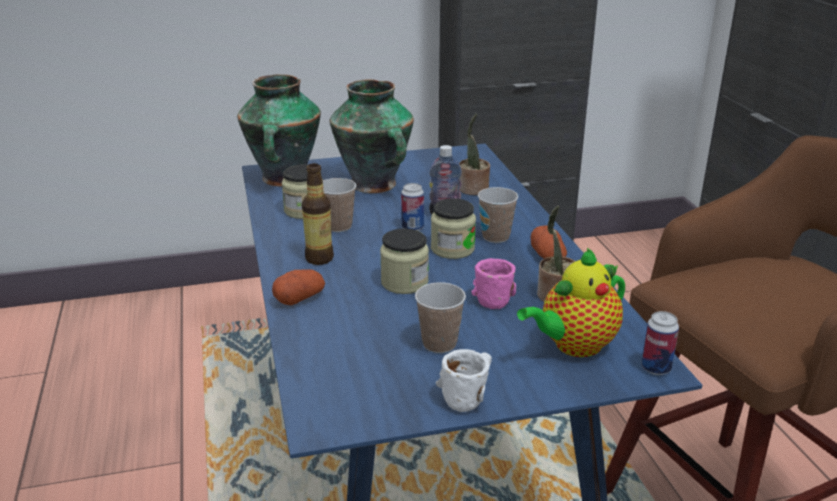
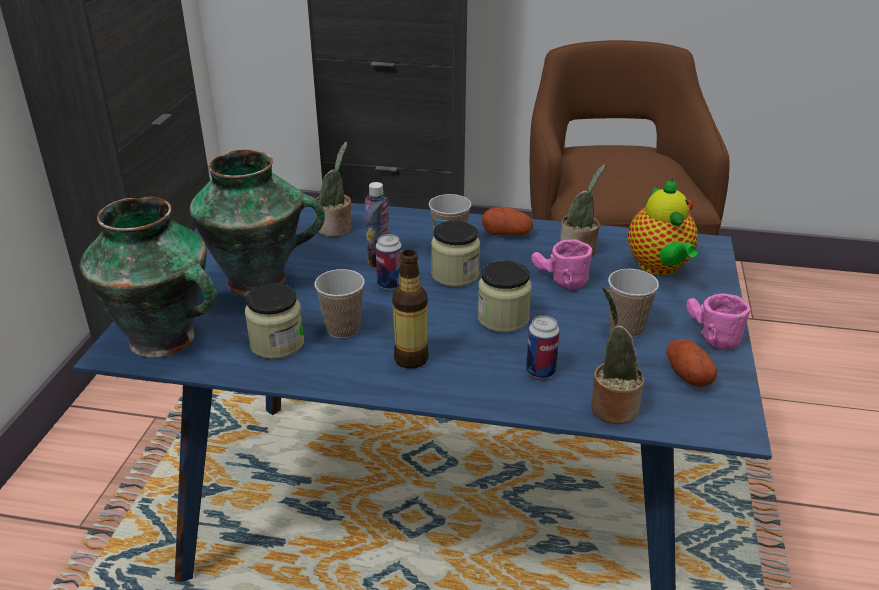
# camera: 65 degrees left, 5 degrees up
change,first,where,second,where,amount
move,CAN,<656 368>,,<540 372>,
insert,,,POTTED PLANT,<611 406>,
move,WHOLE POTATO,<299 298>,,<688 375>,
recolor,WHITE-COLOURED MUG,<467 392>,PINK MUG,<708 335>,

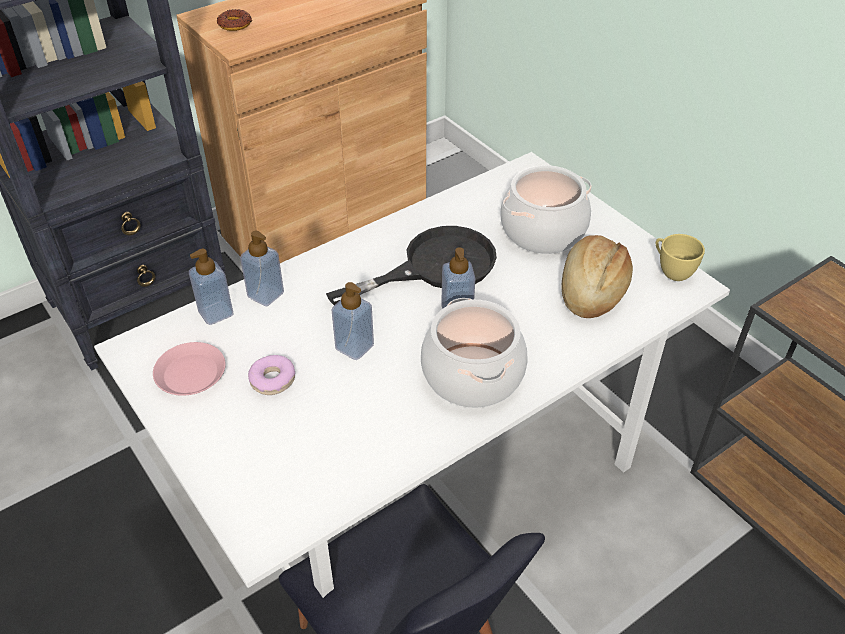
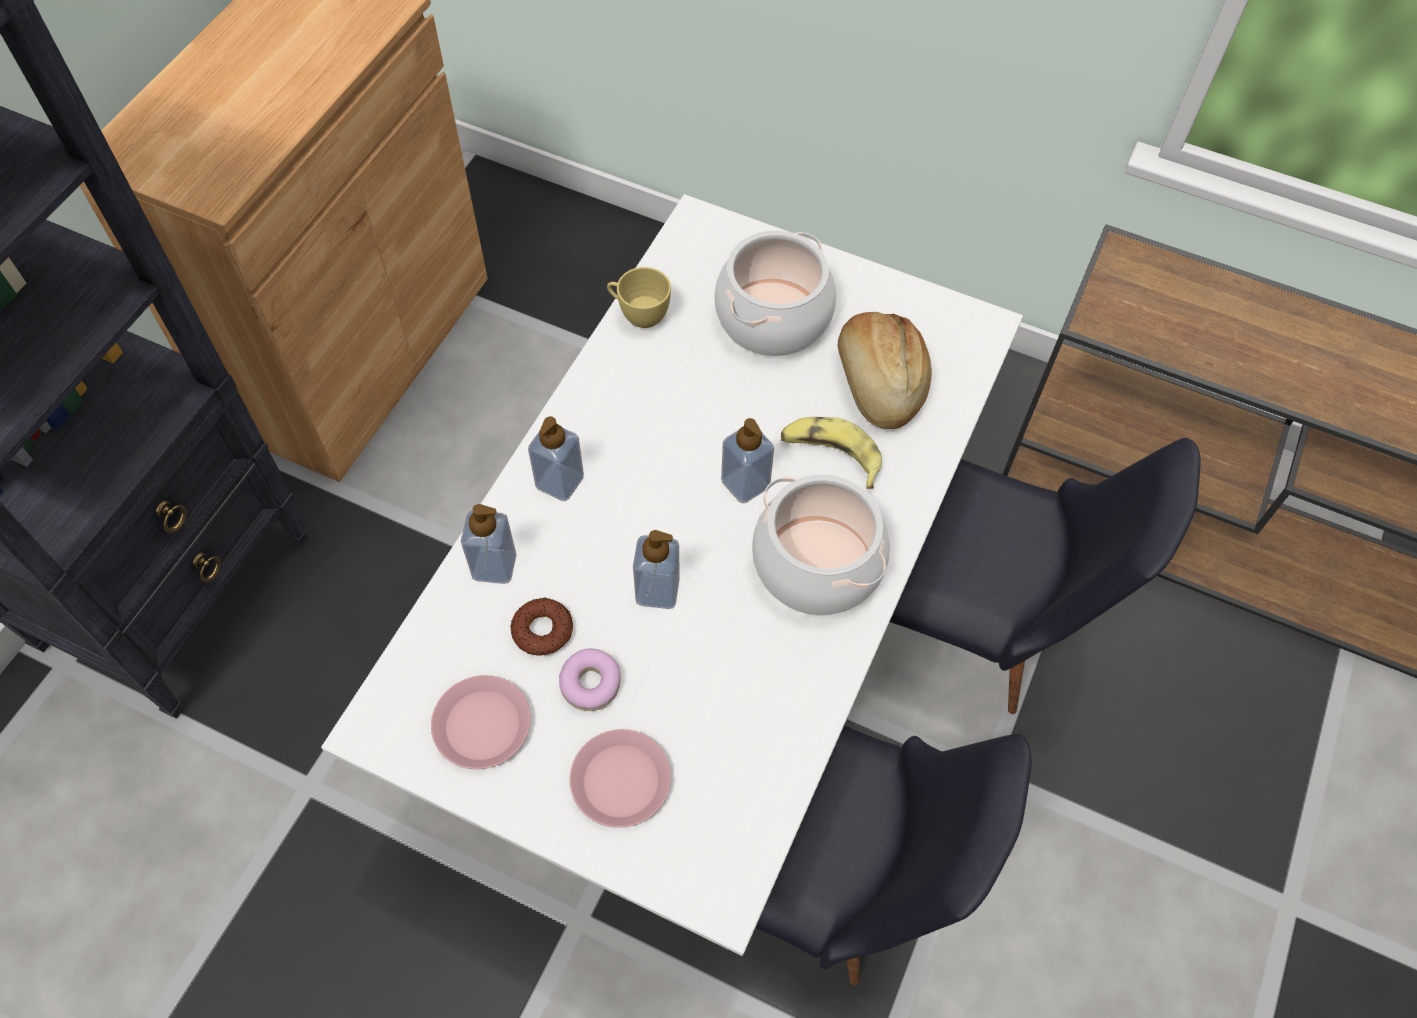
# camera: 30 degrees left, 15 degrees up
change,first,where,second,where,amount
move,RING DOUGHNUT,<235 24>,,<542 630>,
move,SOAP BOTTLE,<216 313>,,<560 482>,
insert,,,PINK PLATE,<621 781>,
move,YELLOW-COLOURED DRINKING CUP,<671 271>,,<638 314>,
insert,,,WHOLE BANANA,<830 455>,
insert,,,BLACK PLAIN CHAIR,<975 629>,
delete,BLACK SKILLET,<434 267>,,,

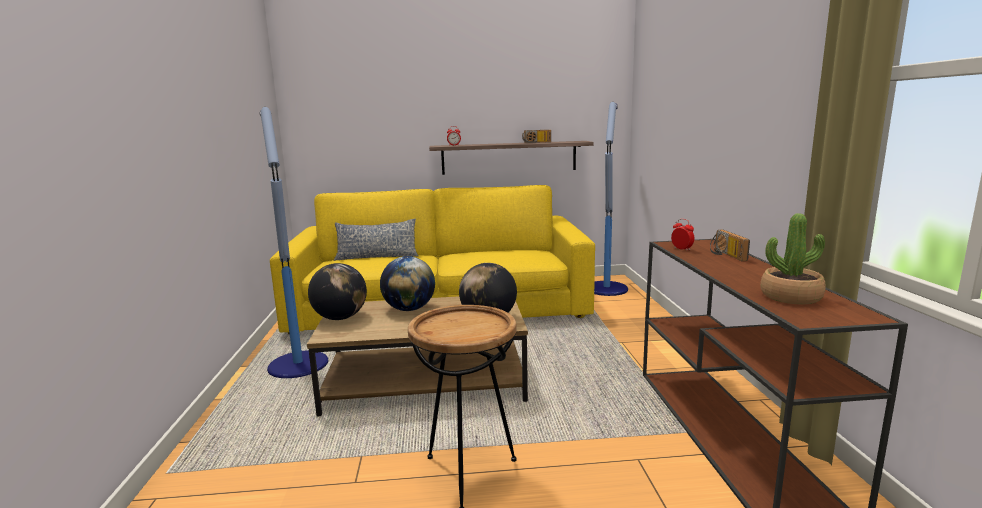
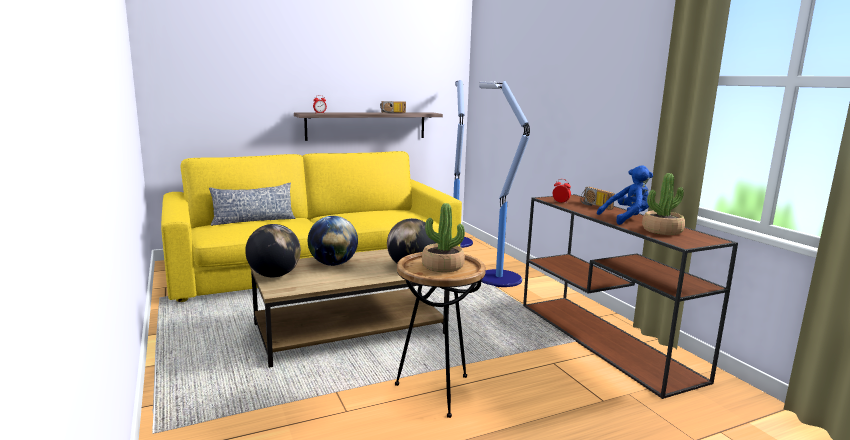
# camera: 20 degrees left, 0 degrees up
change,first,where,second,where,amount
insert,,,POTTED PLANT,<442 266>,
move,STANDARD LAMP,<298 364>,,<497 278>,
insert,,,BLUISH SOFT TOY,<627 219>,

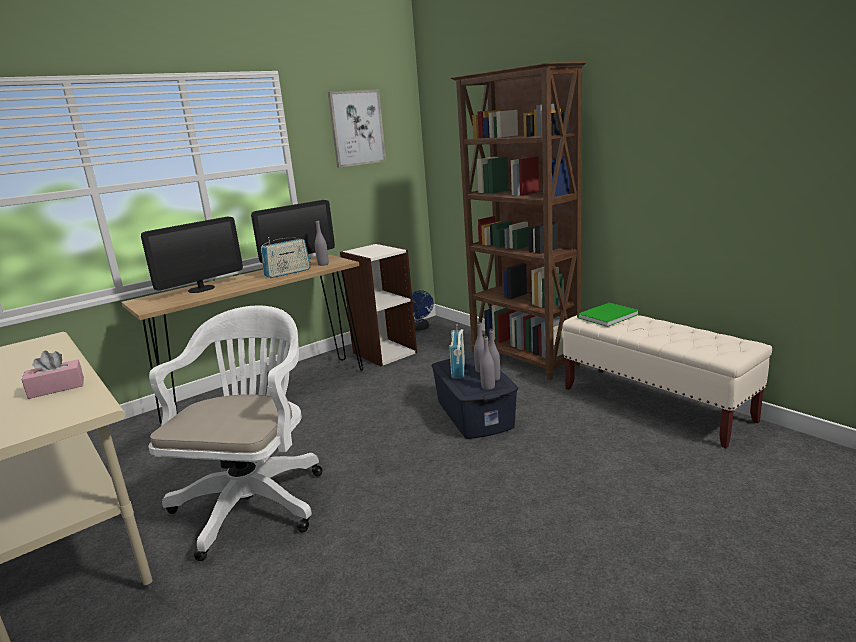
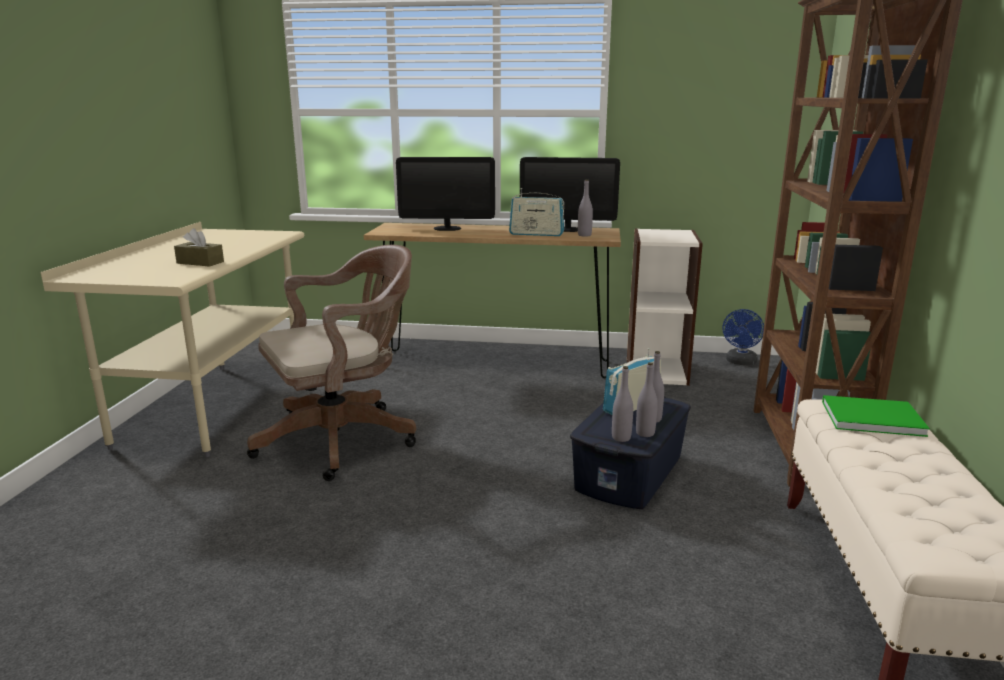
# camera: 45 degrees right, 0 degrees up
change,first,where,second,where,amount
recolor,PINK TISSUE BOX,<56 388>,BROWN TISSUE BOX,<200 262>,
recolor,WHITE-COLOURED COMPUTER CHAIR,<254 500>,BROWN COMPUTER CHAIR,<344 438>,
delete,WALL ART,<357 128>,,,

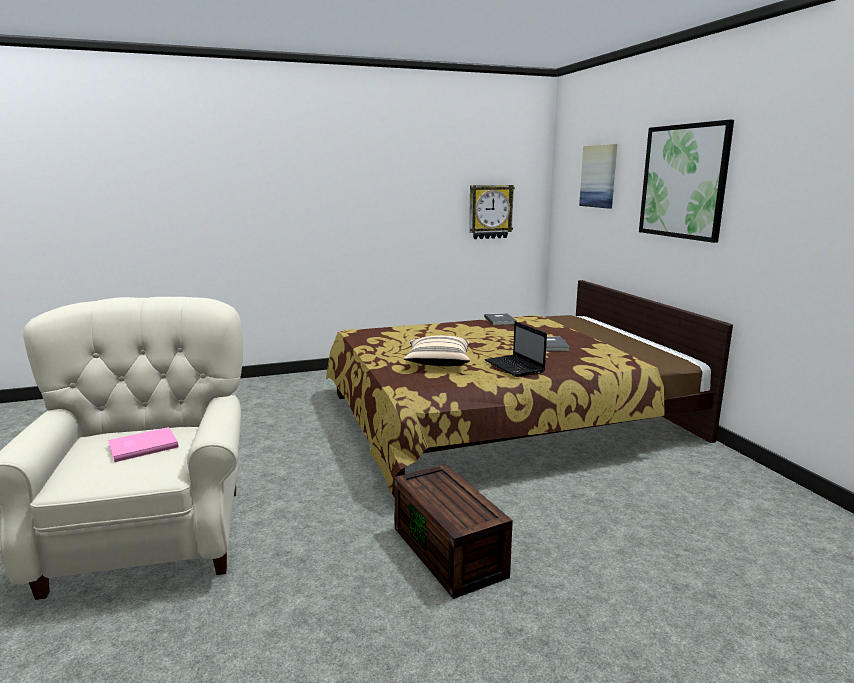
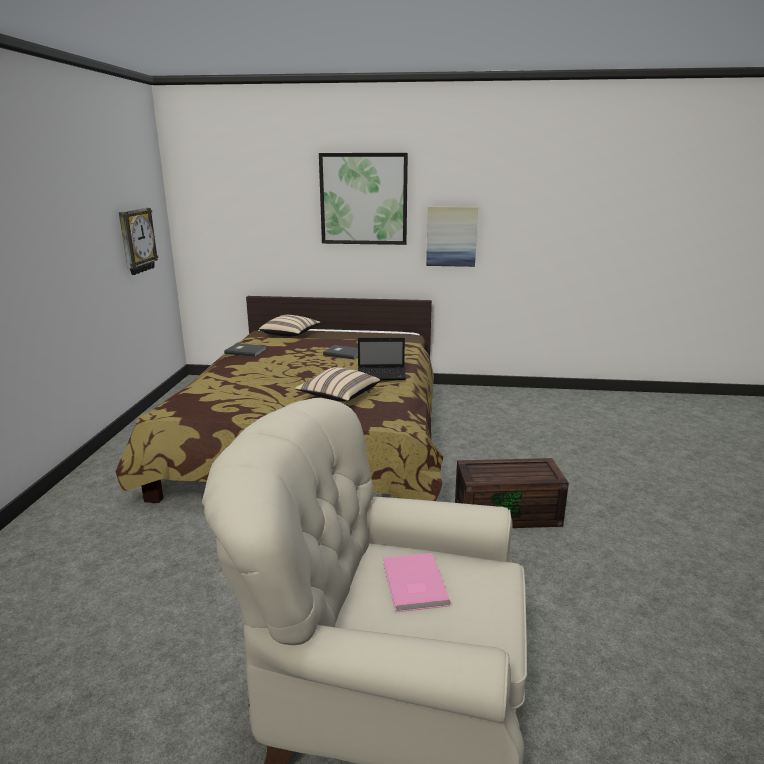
# camera: 65 degrees left, 5 degrees up
change,first,where,second,where,amount
insert,,,BEIGE-COLOURED CUSHION,<290 334>,
move,WALL ART,<599 176>,,<451 236>,

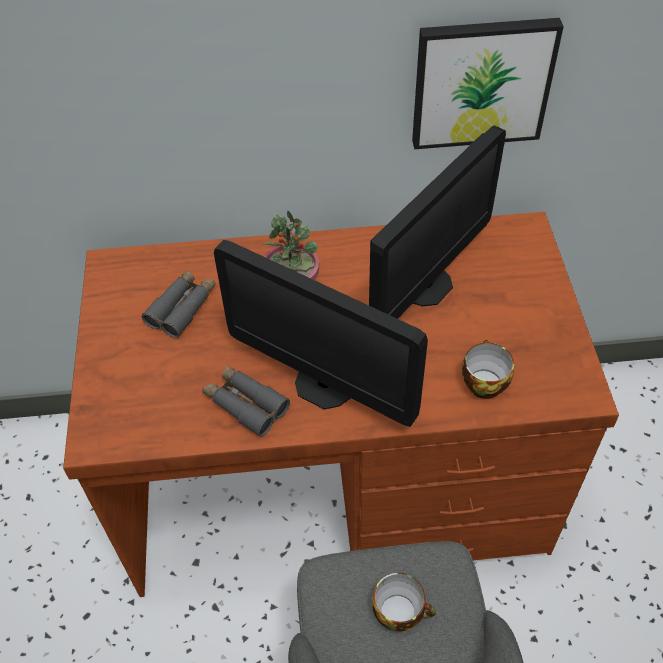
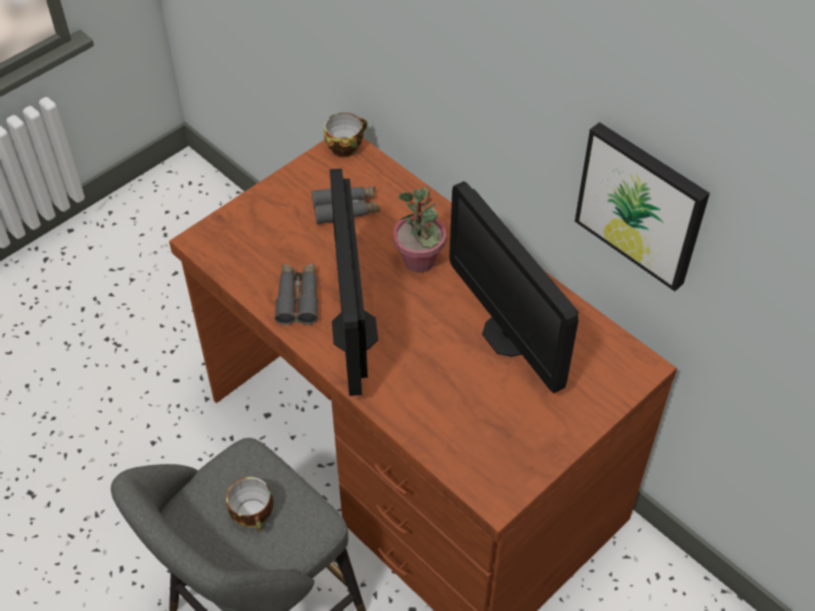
# camera: 50 degrees right, 0 degrees up
change,first,where,second,where,amount
move,DRINKING CUP,<482 382>,,<345 146>,
rotate,COMPUTER DISPLAY,<426 285>,,<508 335>,60 degrees clockwise

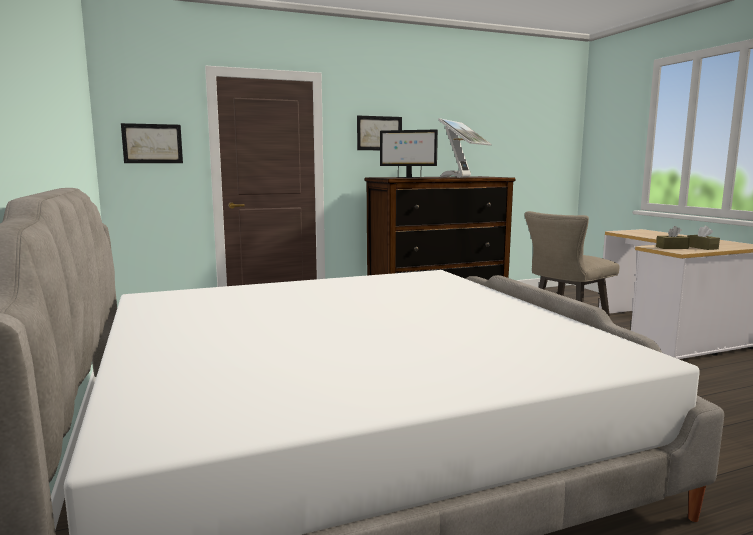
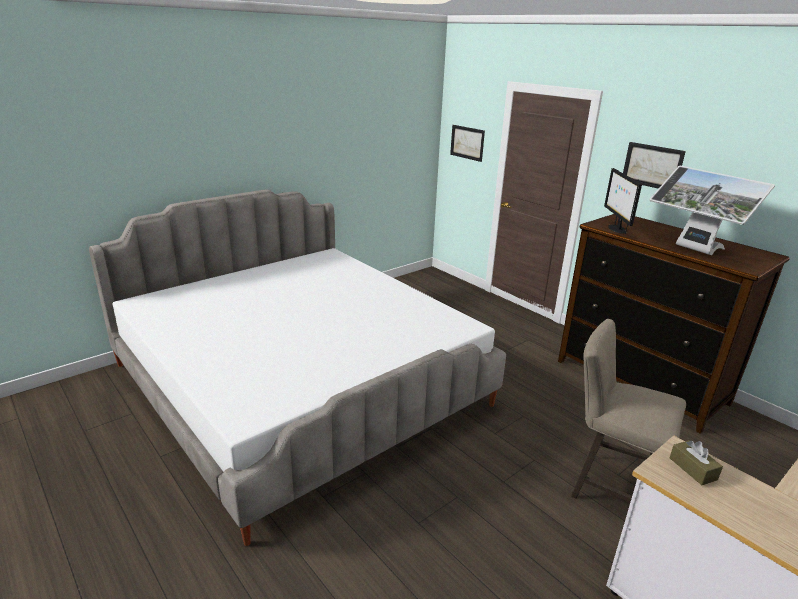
# camera: 70 degrees right, 15 degrees up
change,first,where,second,where,amount
rotate,COMPUTER DISPLAY,<463 177>,,<694 249>,45 degrees clockwise
delete,BROWN TISSUE BOX,<702 247>,,,

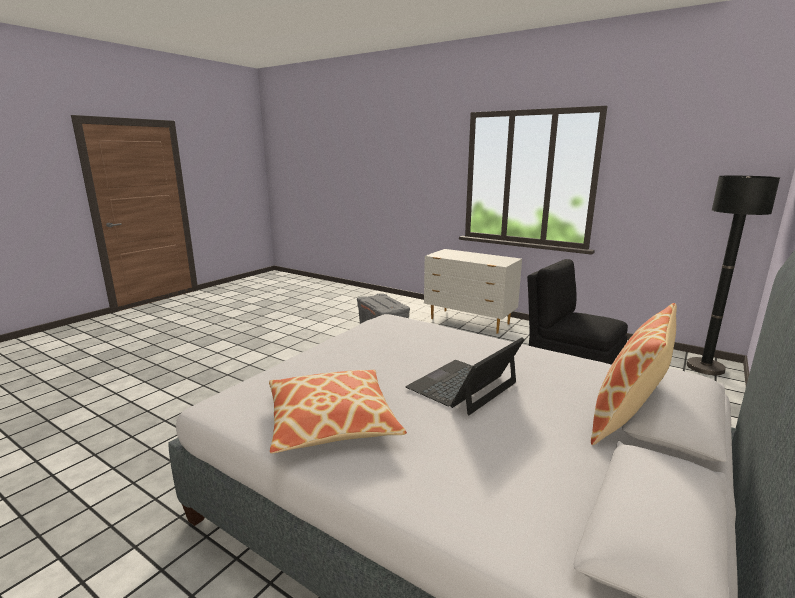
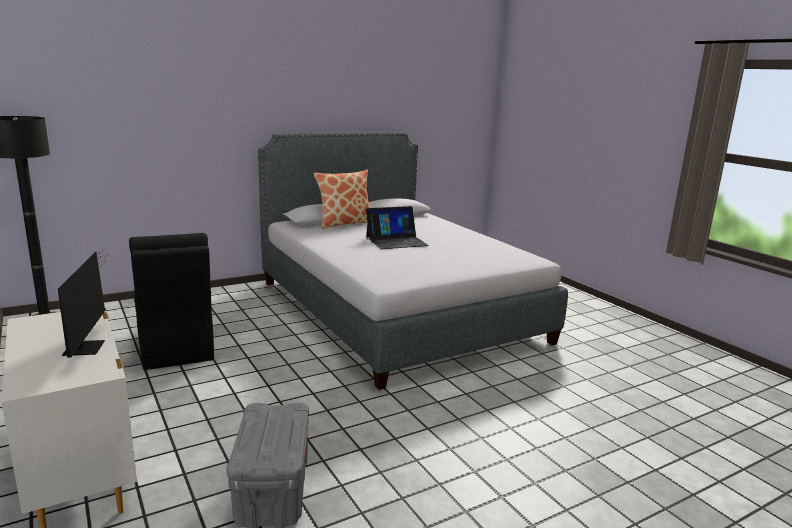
# camera: 155 degrees left, 0 degrees up
change,first,where,second,where,amount
insert,,,COMPUTER DISPLAY,<87 345>,
delete,CUSHION,<332 421>,,,

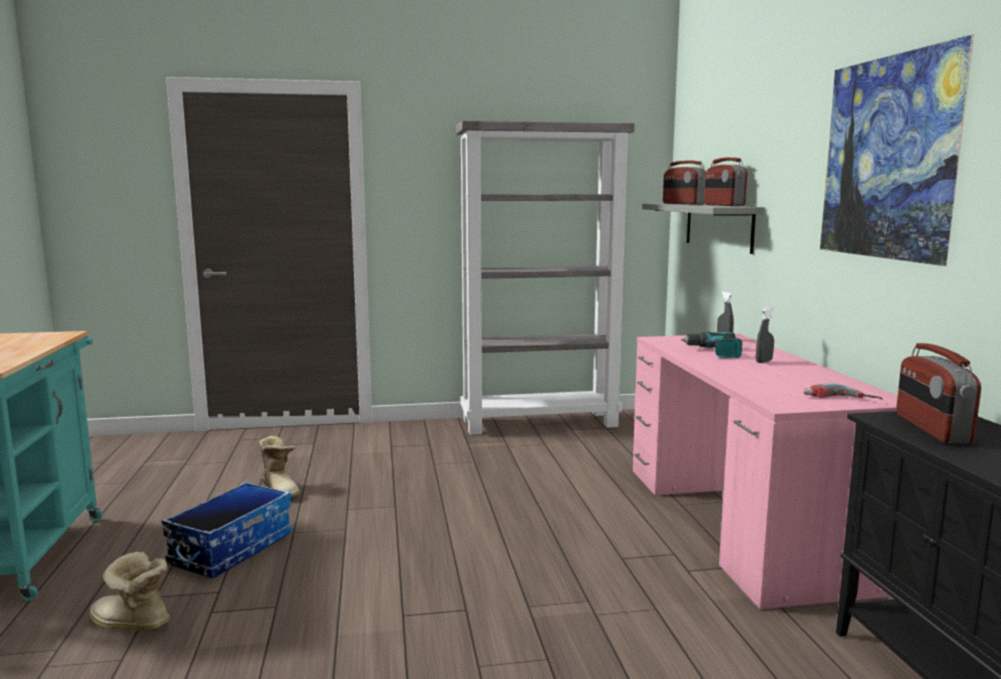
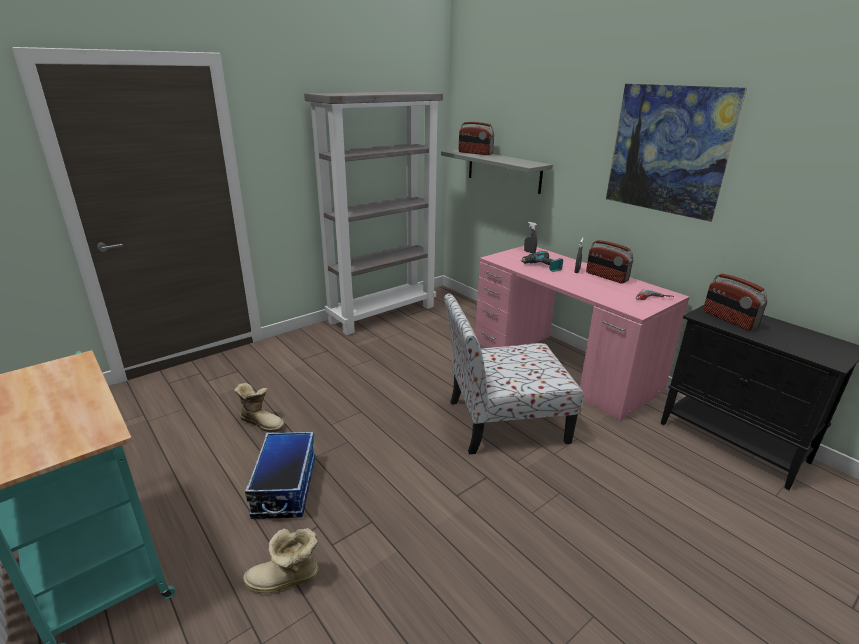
# camera: 30 degrees left, 15 degrees up
change,first,where,second,where,amount
insert,,,PLAIN CHAIR,<503 422>,
move,RADIO,<723 205>,,<606 277>,

